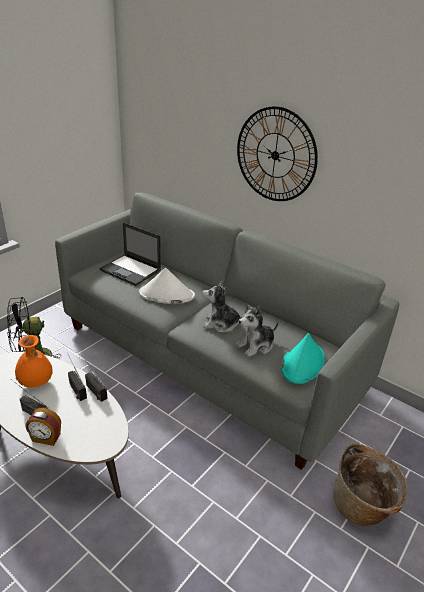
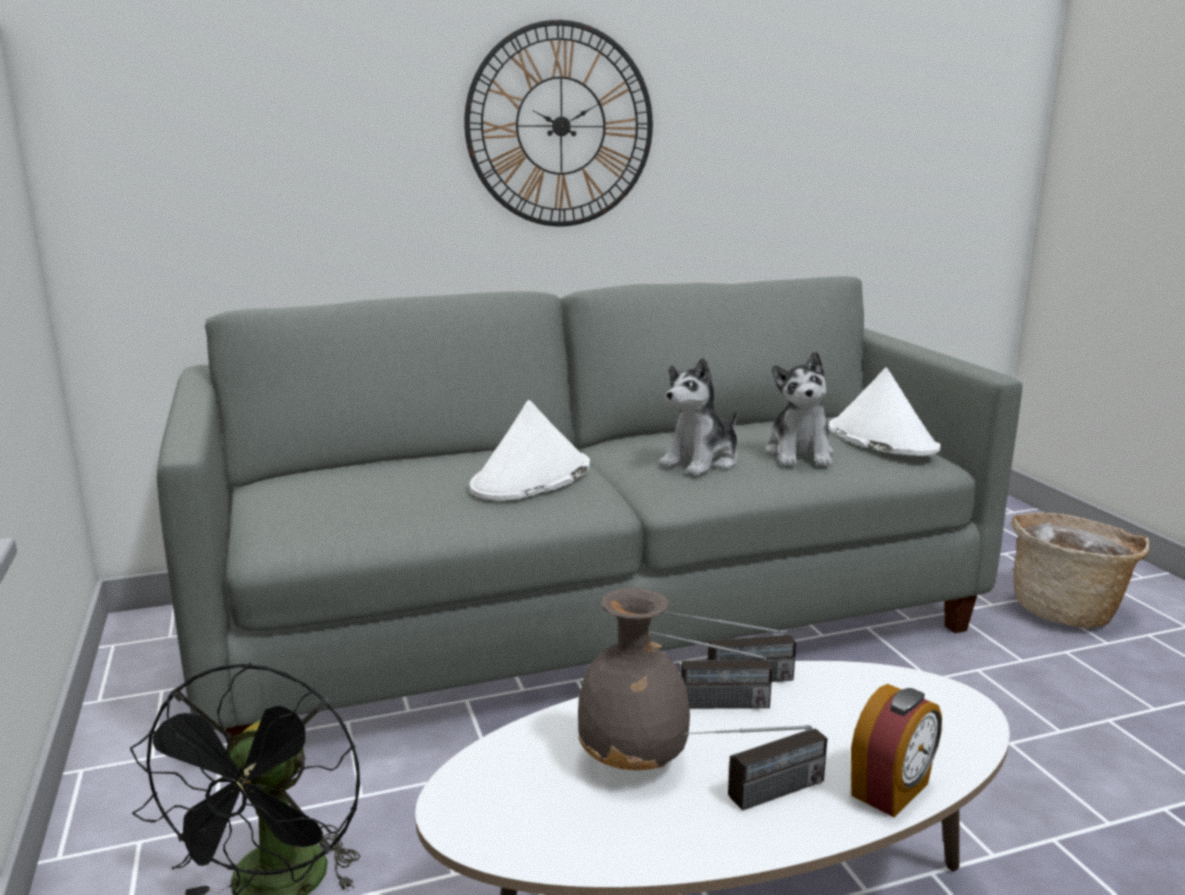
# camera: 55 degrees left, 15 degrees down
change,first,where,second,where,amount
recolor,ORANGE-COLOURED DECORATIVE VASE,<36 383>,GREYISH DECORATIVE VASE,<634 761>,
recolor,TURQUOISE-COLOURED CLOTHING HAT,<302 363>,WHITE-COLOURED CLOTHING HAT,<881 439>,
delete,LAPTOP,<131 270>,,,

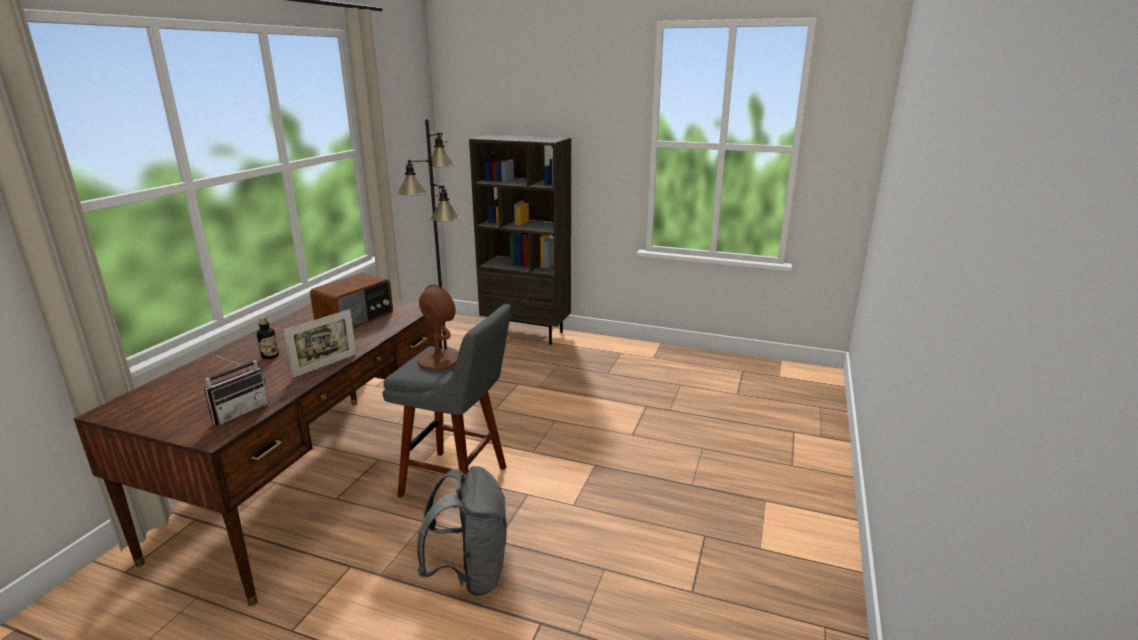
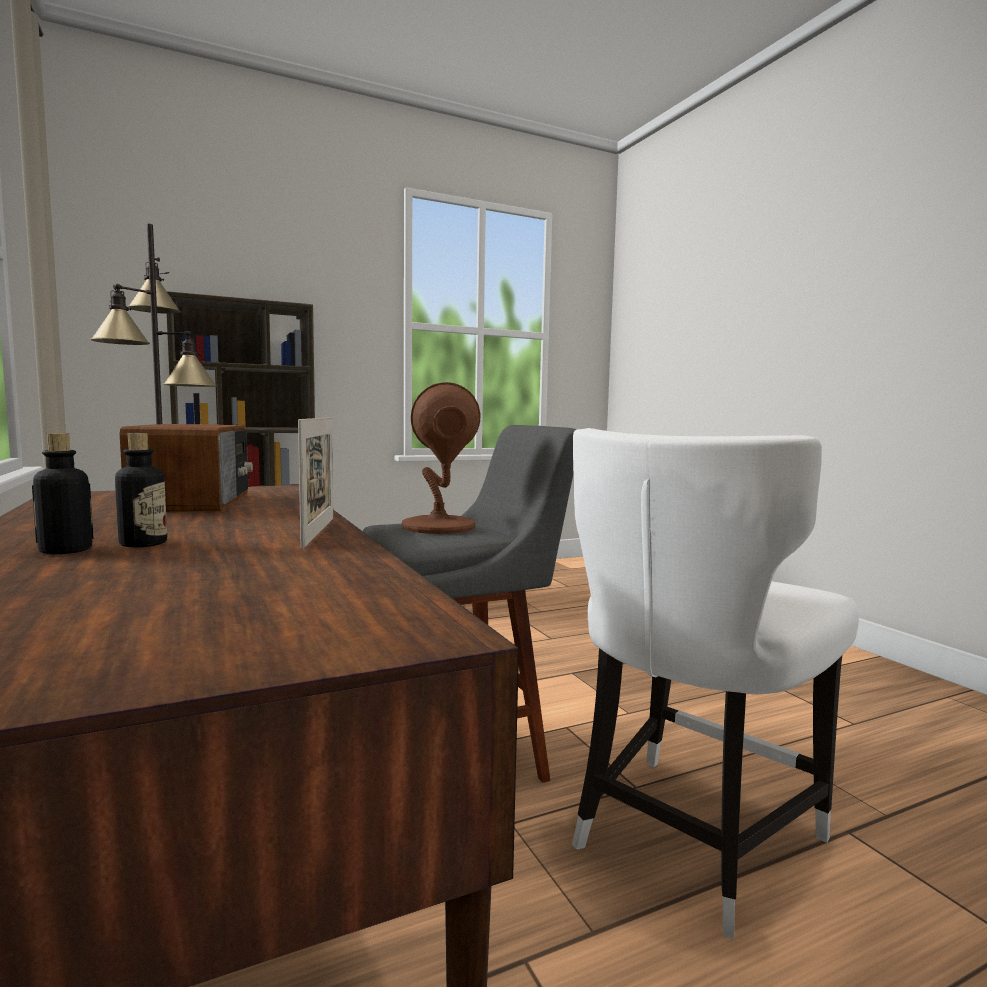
# camera: 45 degrees left, 15 degrees down
change,first,where,second,where,amount
insert,,,BEVERAGE BOTTLE,<66 550>,
replace,GREYISH KNAPSACK,<470 574>,WHITE-COLOURED PLAIN CHAIR,<689 839>,
delete,RADIO,<238 411>,,,

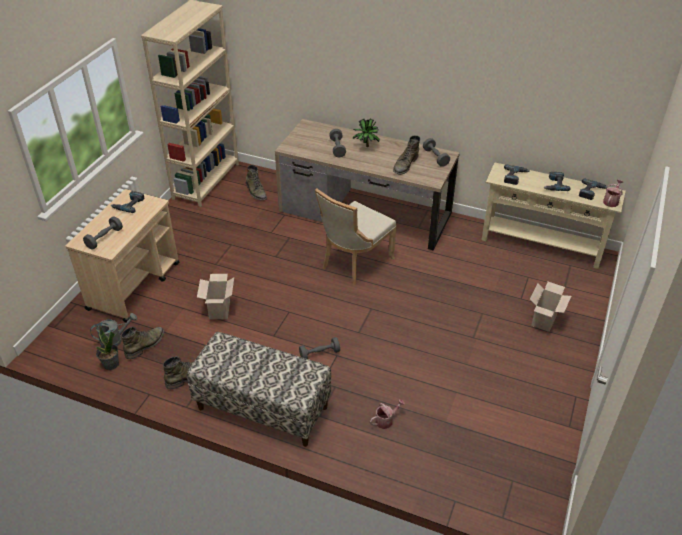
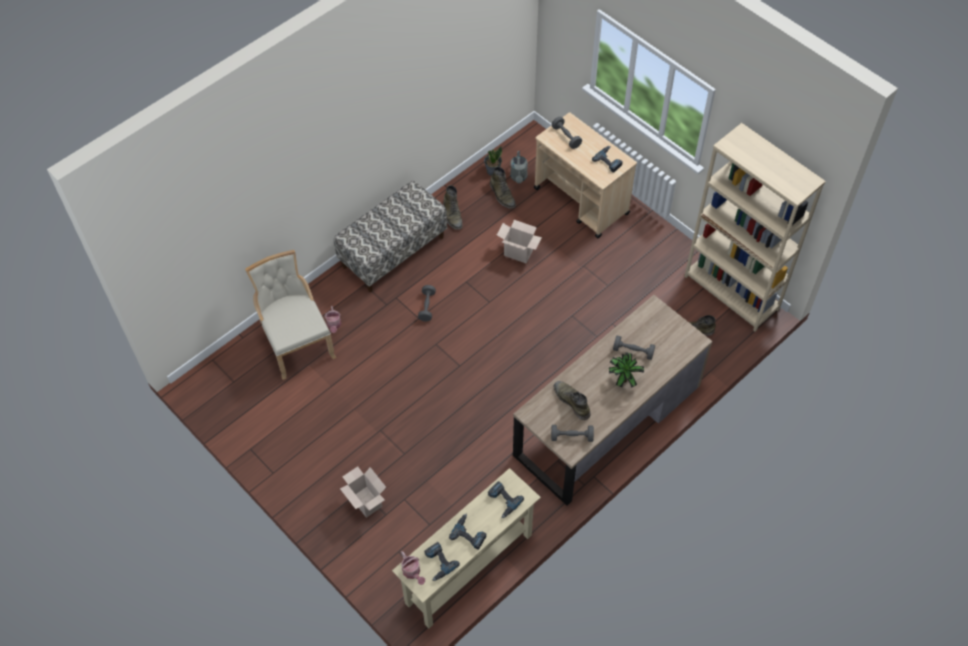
# camera: 115 degrees right, 15 degrees up
change,first,where,second,where,amount
move,BEIGE-COLOURED PLAIN CHAIR,<354 263>,,<297 343>,

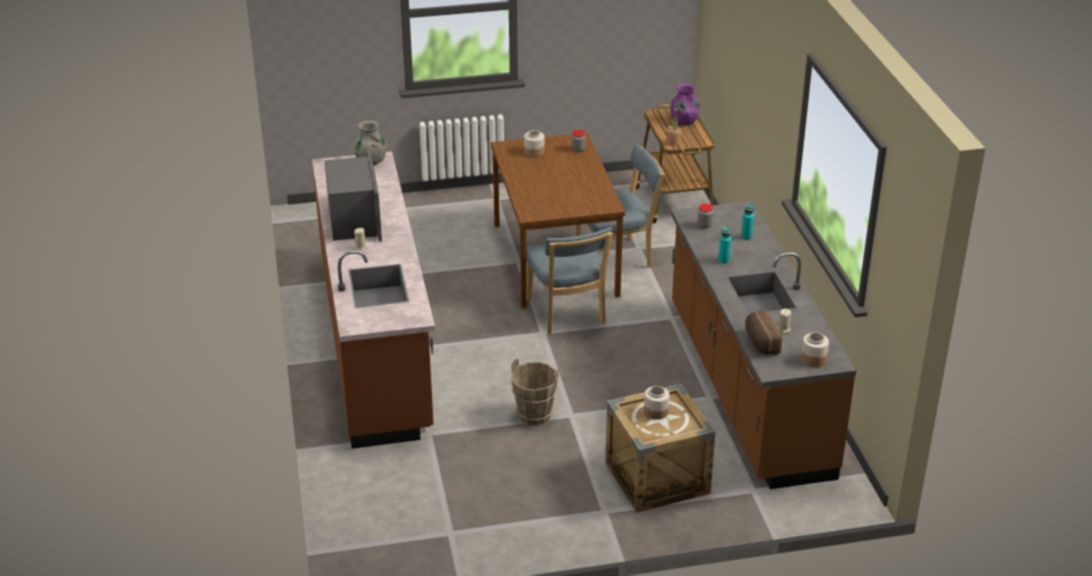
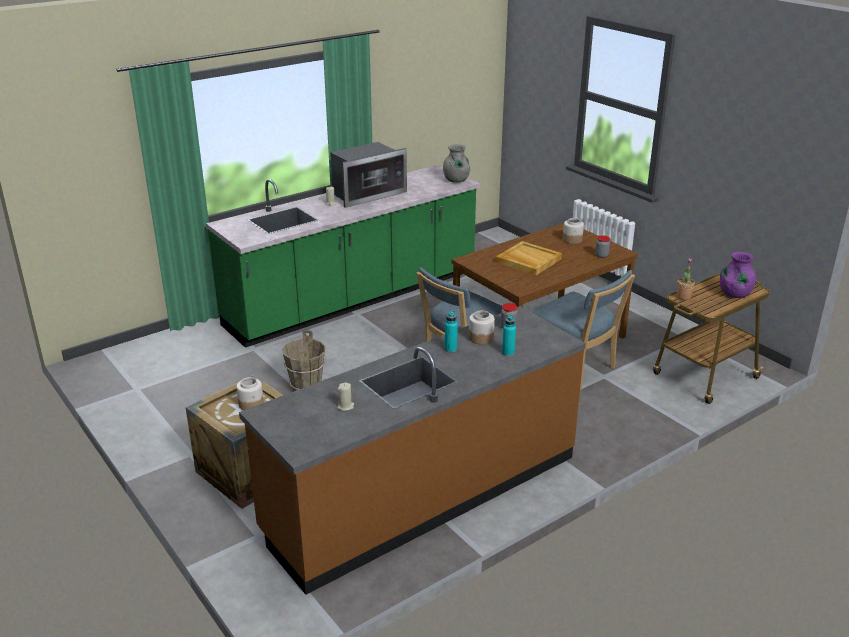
# camera: 65 degrees right, 5 degrees down
change,first,where,second,where,amount
recolor,BROWN KITCHEN COUNTER,<376 343>,GREEN-COLOURED KITCHEN COUNTER,<354 300>,
move,PRESERVE JAR,<813 359>,,<481 338>,
insert,,,BEIGE-COLOURED TRAY,<528 260>,
delete,BREAD,<760 342>,,,

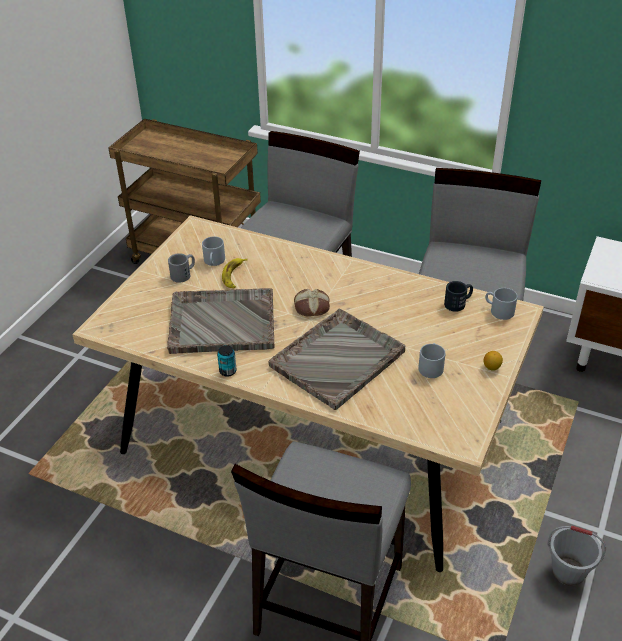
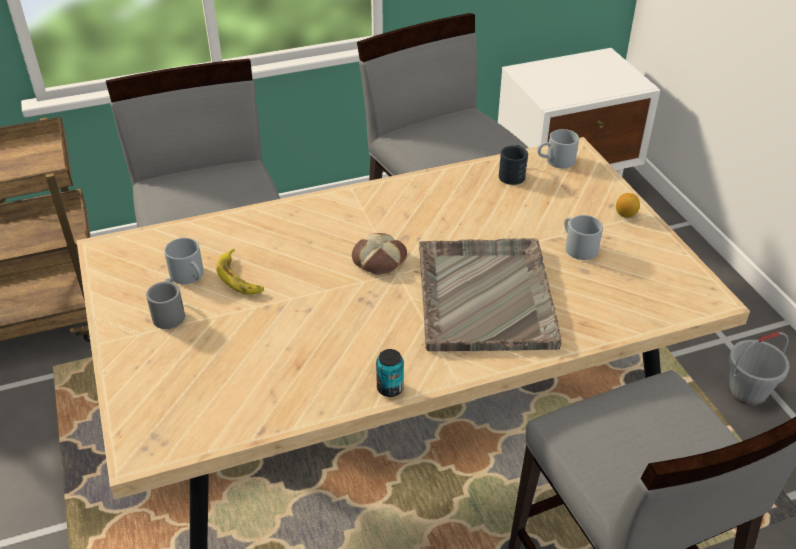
# camera: 45 degrees left, 0 degrees up
change,first,where,second,where,amount
delete,GREYISH TRAY,<221 322>,,,

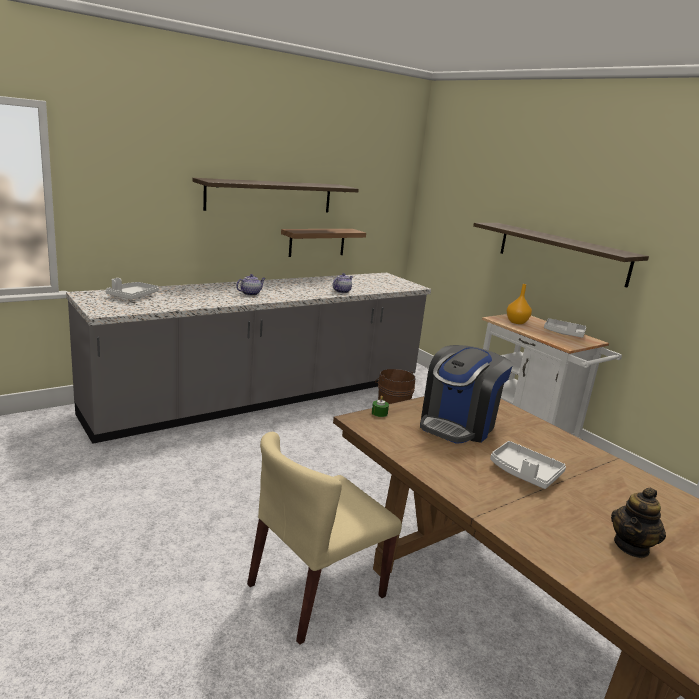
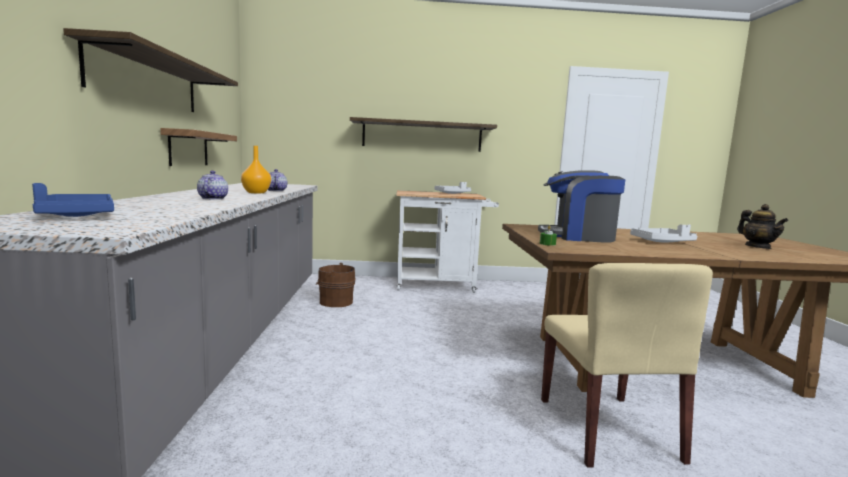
# camera: 55 degrees left, 10 degrees down
change,first,where,second,where,amount
recolor,WHITE-COLOURED TRAY,<132 296>,BLUISH TRAY,<76 215>,
move,ORANGE-COLOURED DECORATIVE VASE,<516 322>,,<255 192>,
rotate,COFFEE BREWER,<458 425>,,<578 236>,120 degrees clockwise

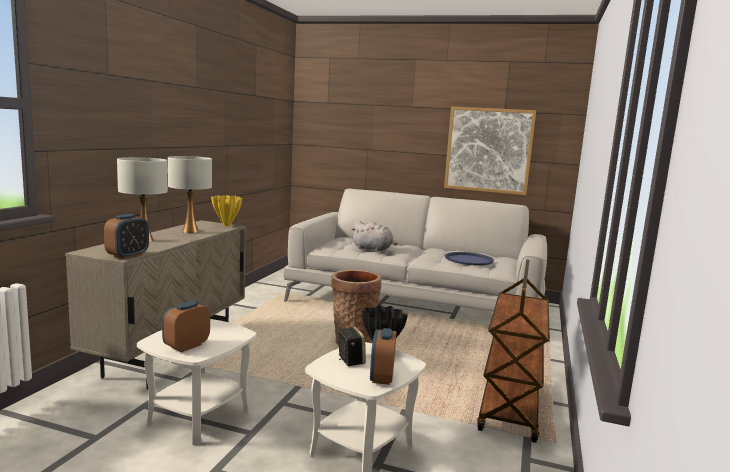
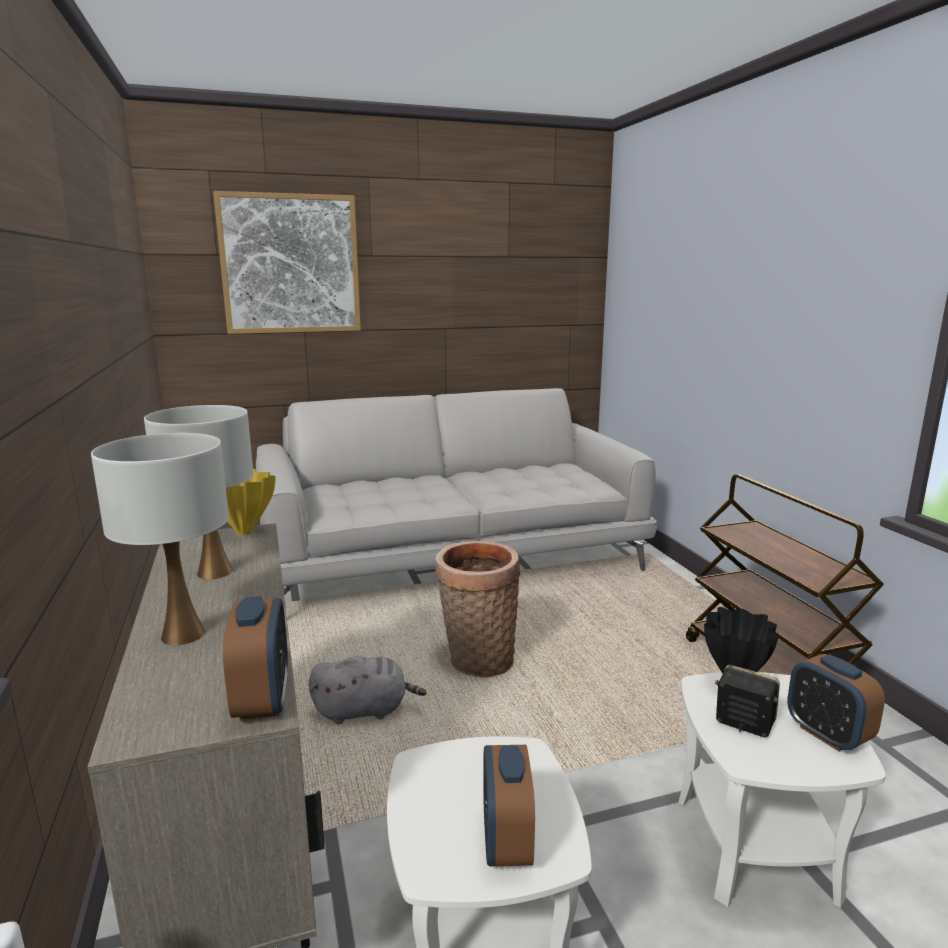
# camera: 35 degrees left, 5 degrees up
change,first,where,second,where,amount
move,WALL ART,<488 150>,,<290 264>,
move,GREYISH SOFT TOY,<373 249>,,<364 710>,
delete,BLUISH TRAY,<468 259>,,,

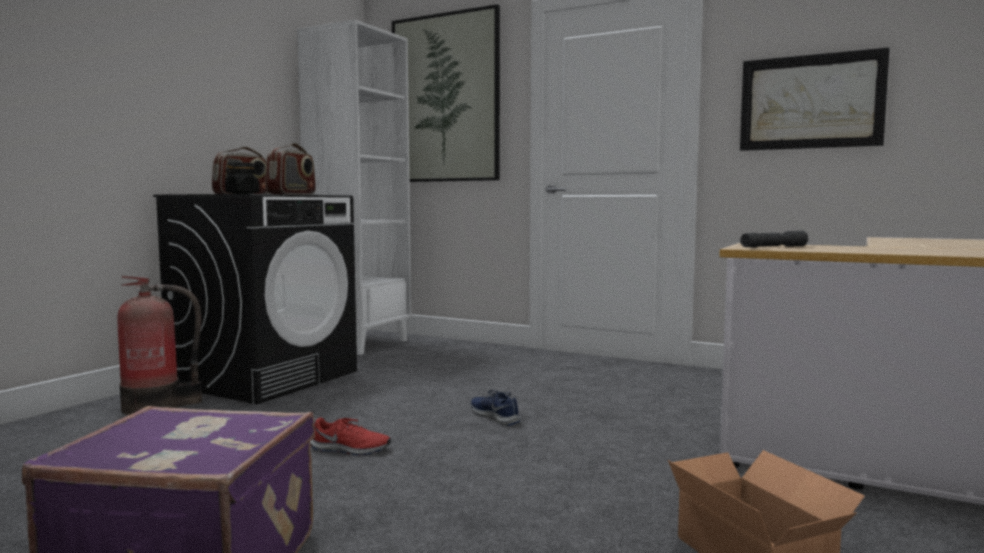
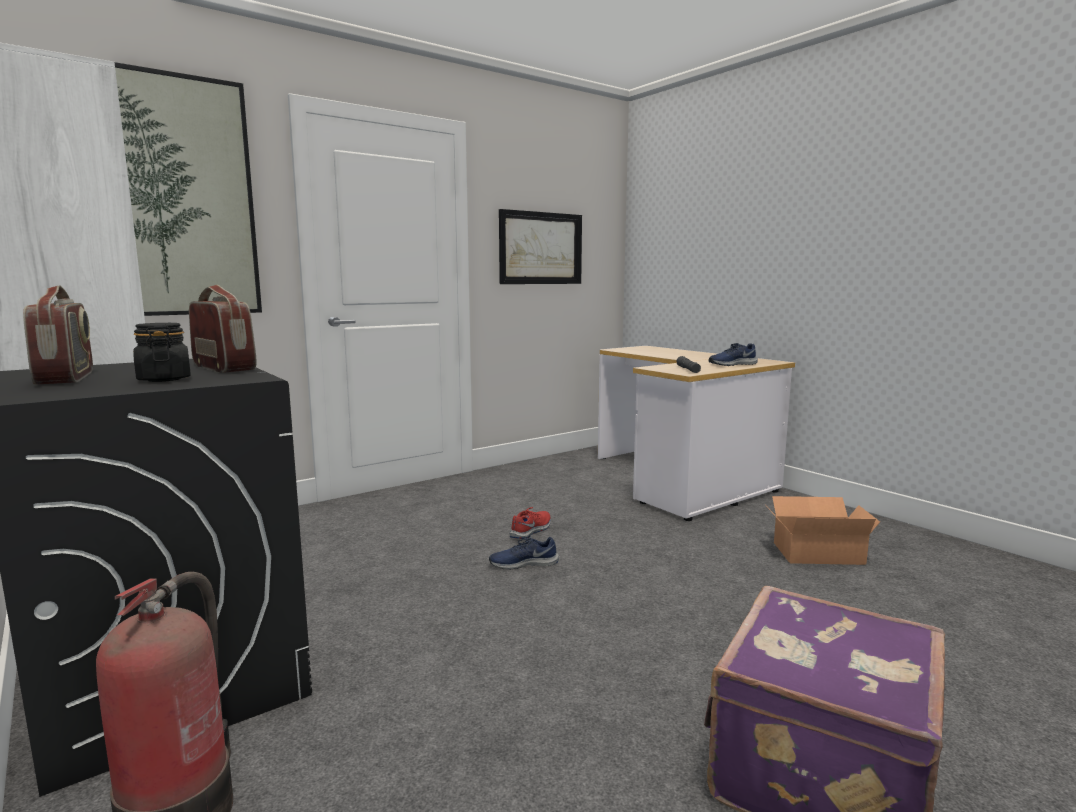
# camera: 65 degrees left, 5 degrees up
change,first,where,second,where,amount
move,RED ITEM OF FOOTWEAR,<350 449>,,<532 530>,
insert,,,BLUISH ITEM OF FOOTWEAR,<731 364>,

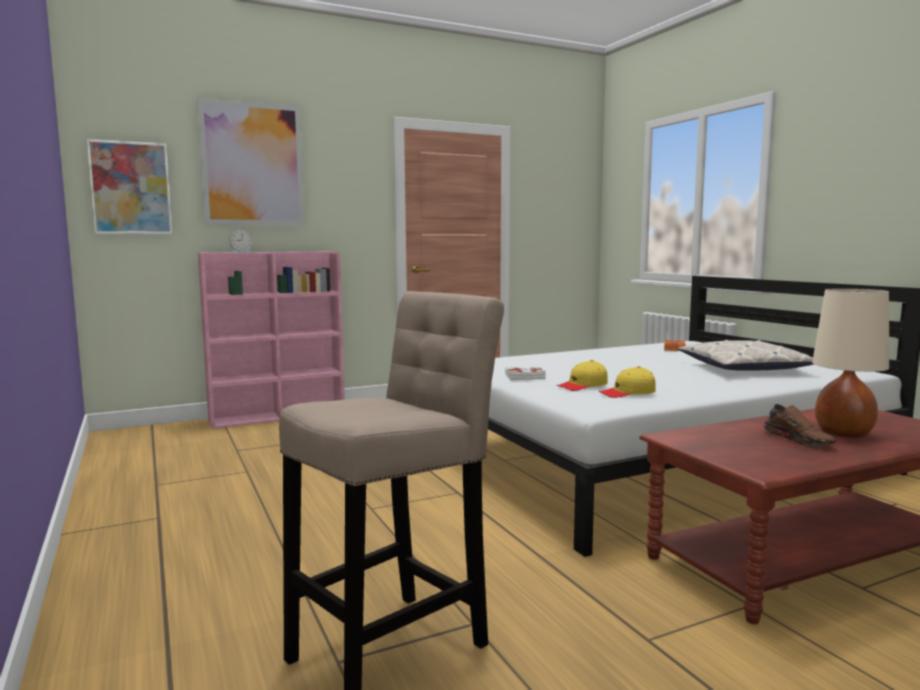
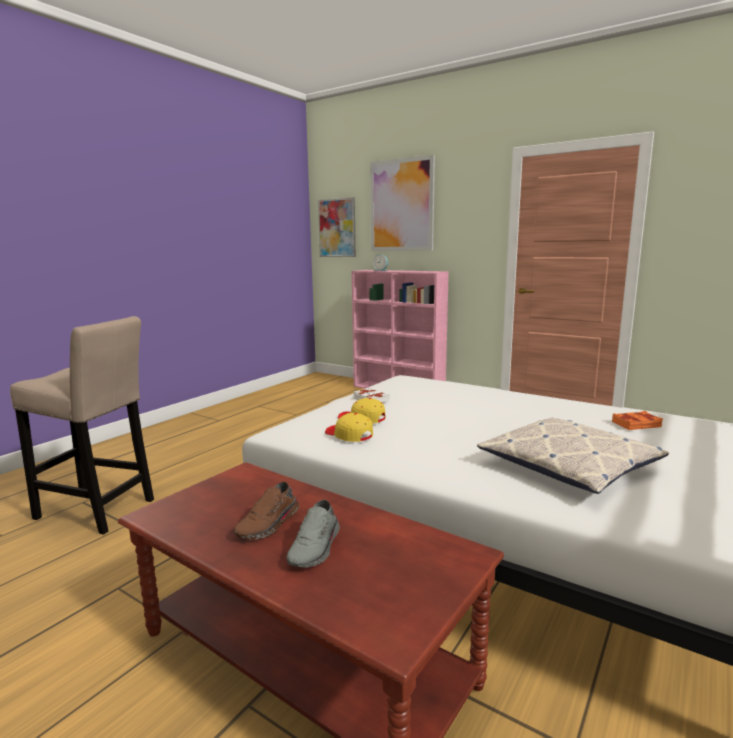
# camera: 60 degrees right, 5 degrees up
change,first,where,second,where,amount
replace,BEIGE-COLOURED TABLETOP LAMP,<843 433>,GREYISH ITEM OF FOOTWEAR,<316 548>,

